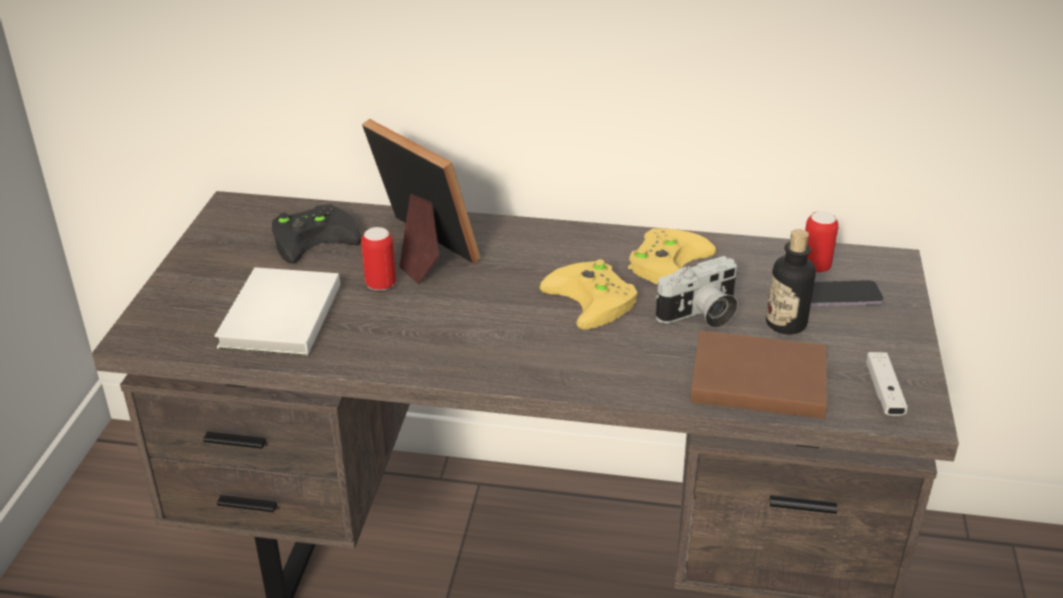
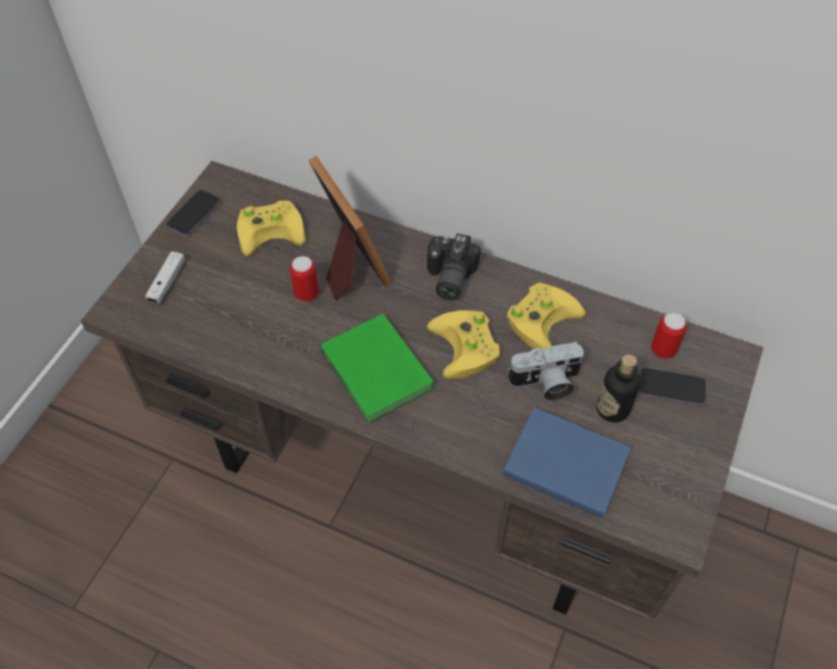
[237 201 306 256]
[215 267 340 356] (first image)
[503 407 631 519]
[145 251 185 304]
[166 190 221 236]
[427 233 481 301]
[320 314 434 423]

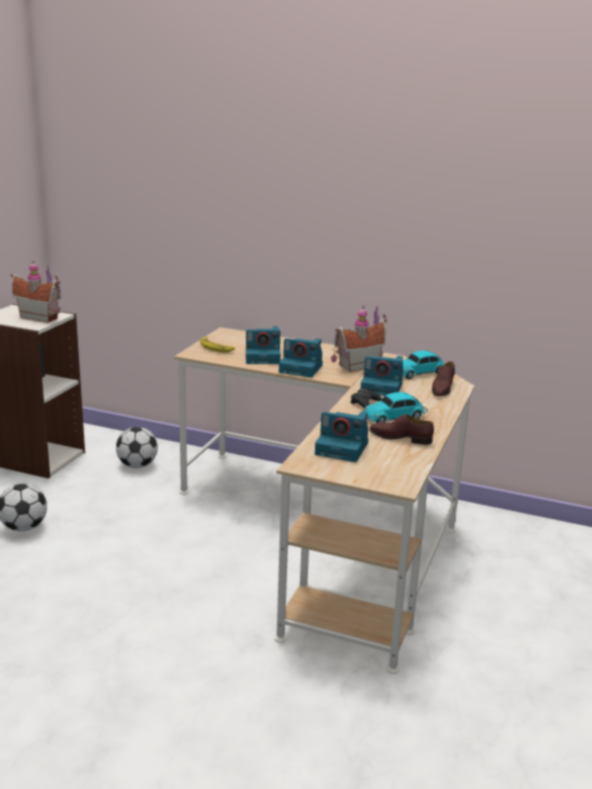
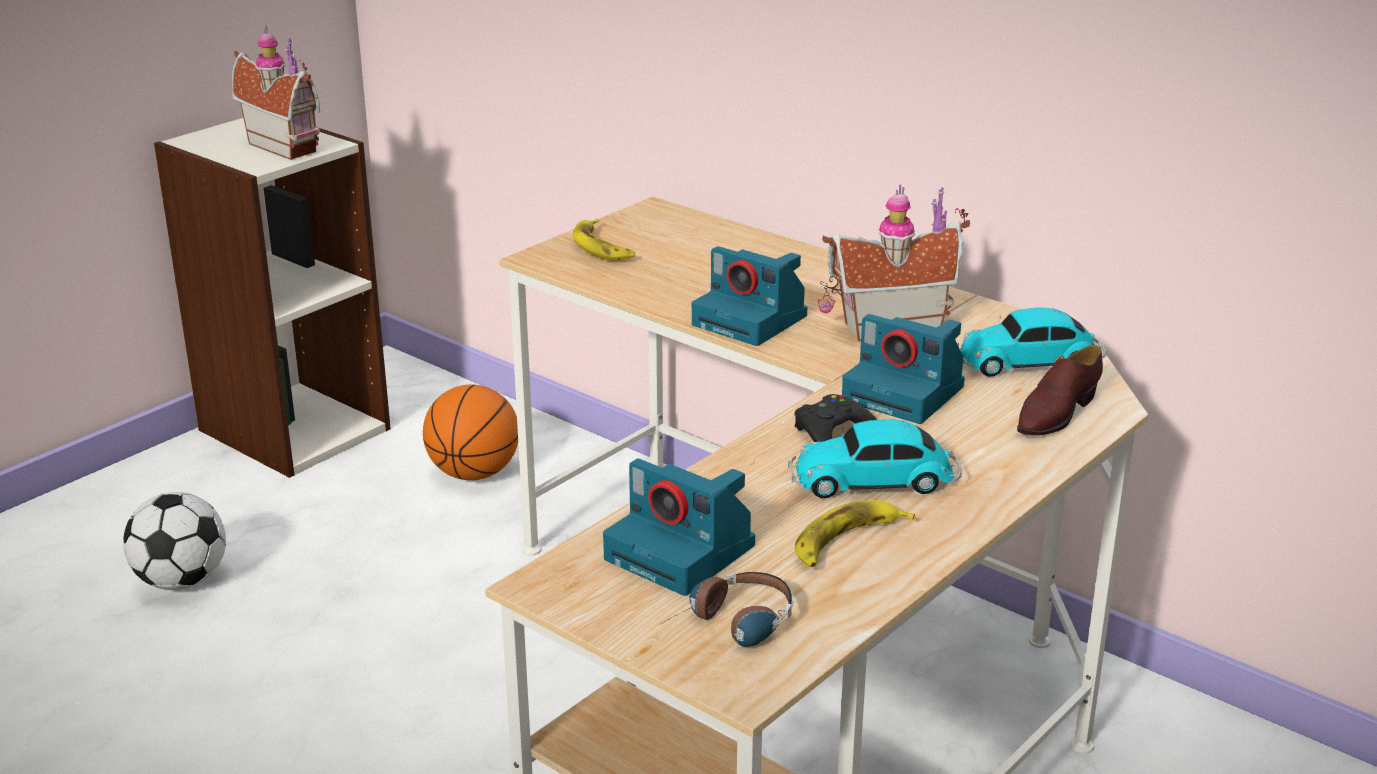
[246 326 281 364] (first image)
[795 500 915 567]
[423 384 518 480]
[659 572 794 647]

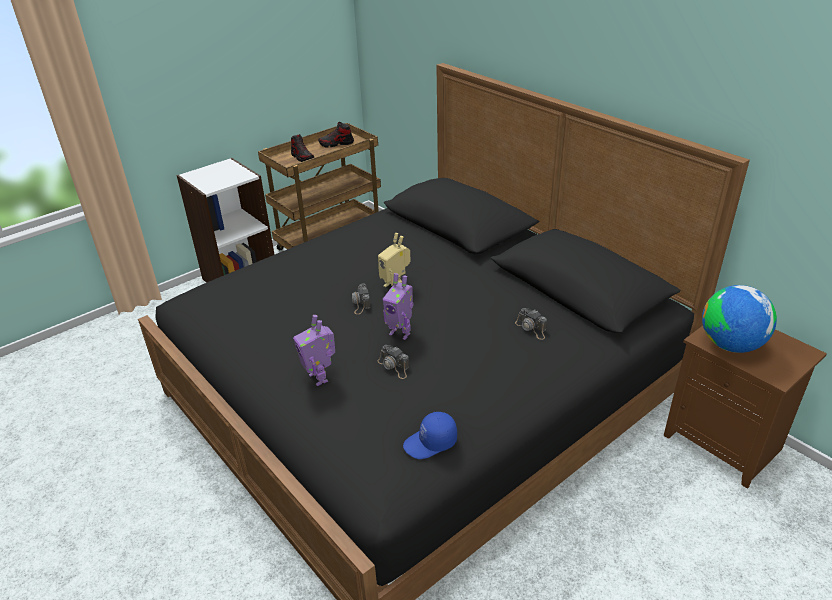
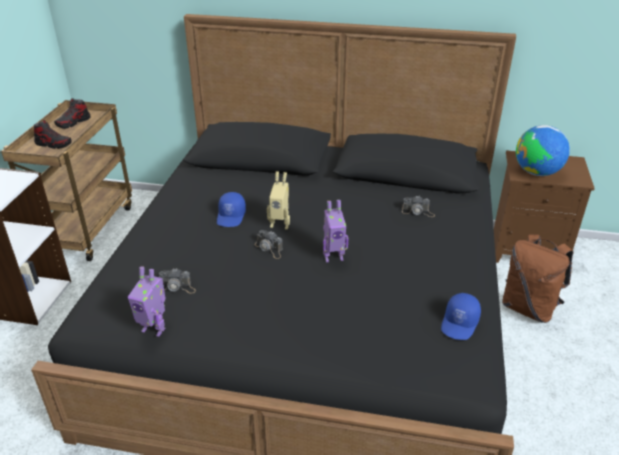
[128 266 166 337]
[159 268 196 294]
[217 192 246 227]
[502 234 574 323]

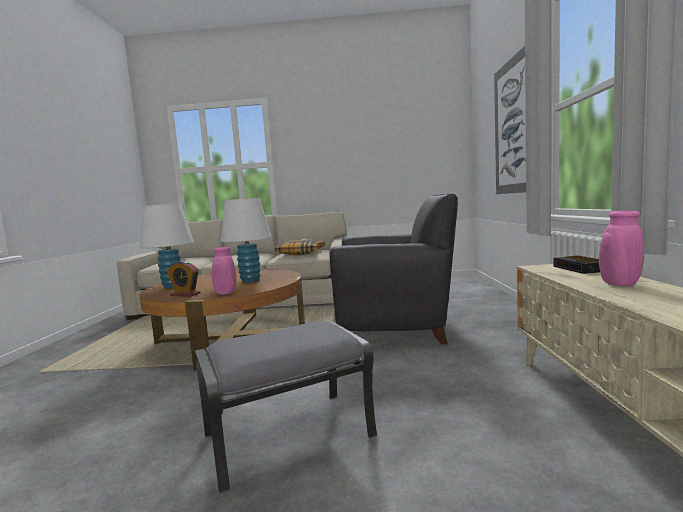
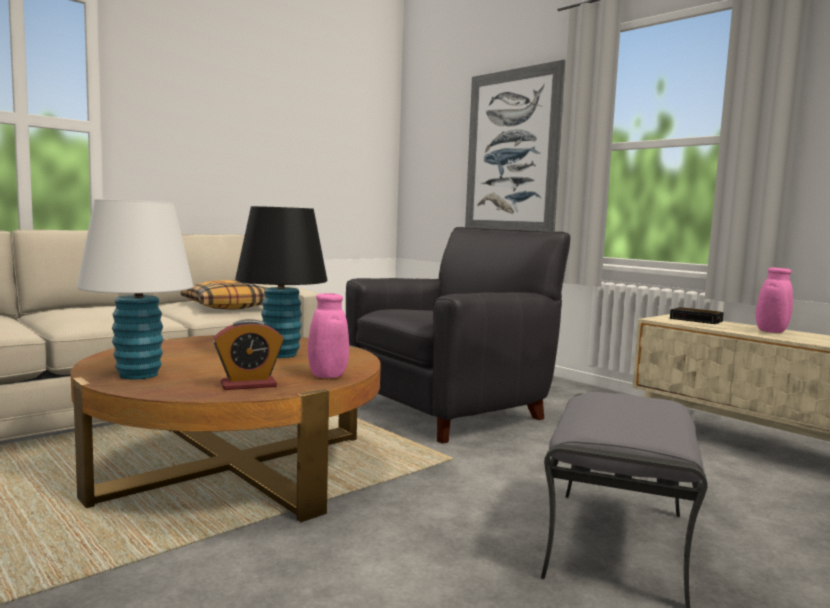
[235 206 327 358]

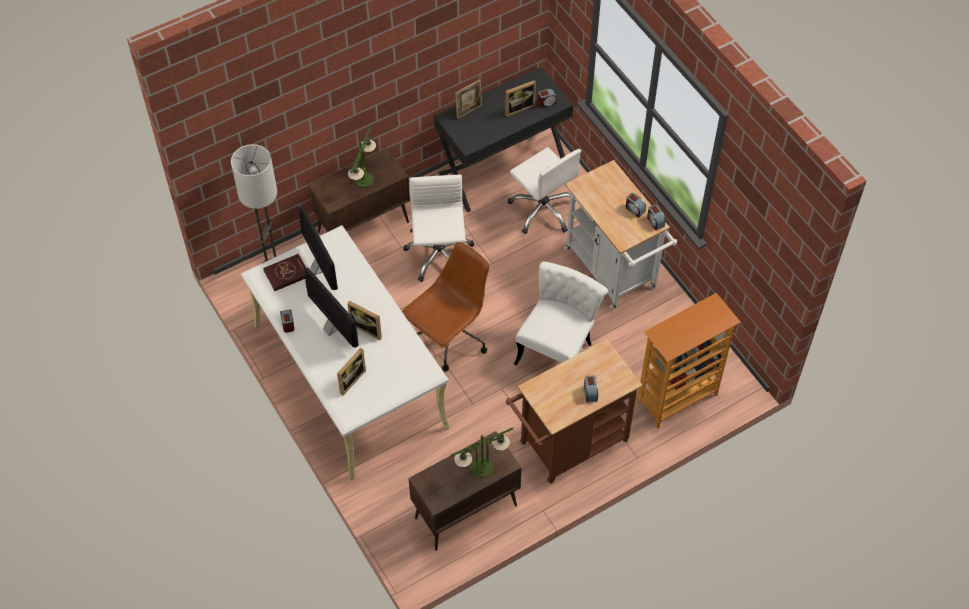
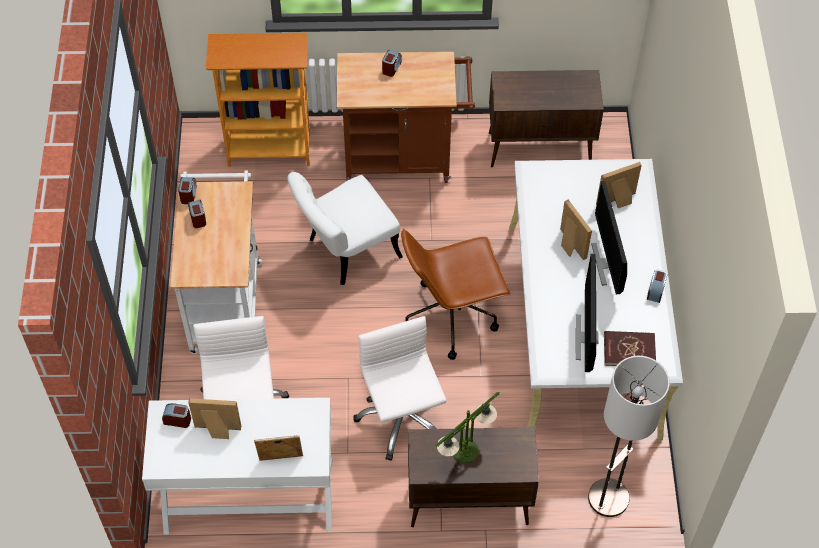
[142 398 333 535]
[354 316 447 461]
[451 428 514 478] (first image)

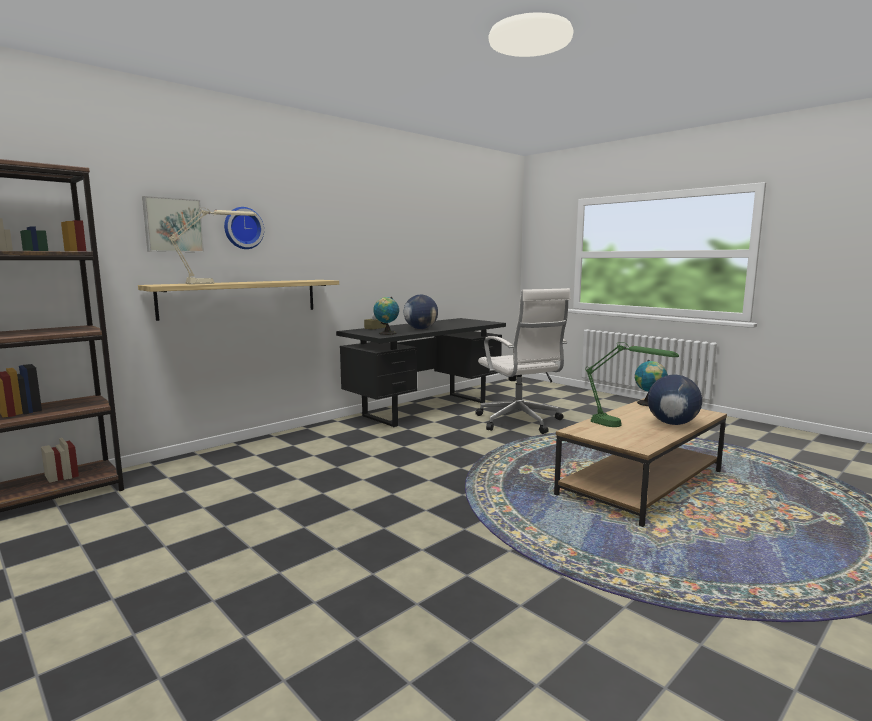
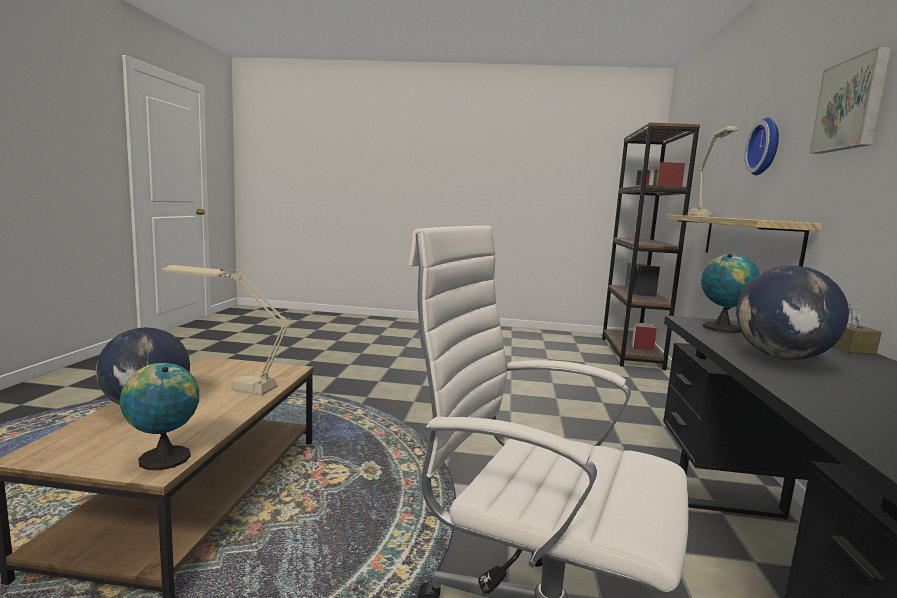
[809 46 892 154]
[162 265 291 396]

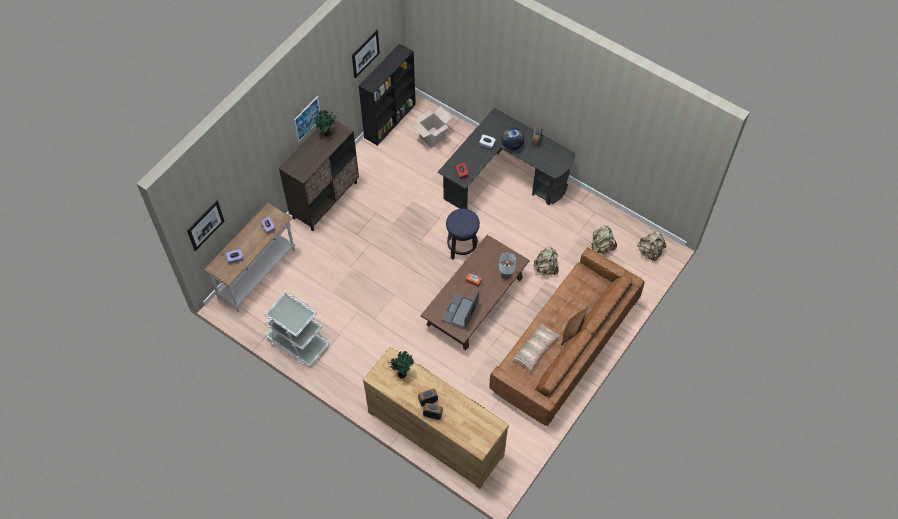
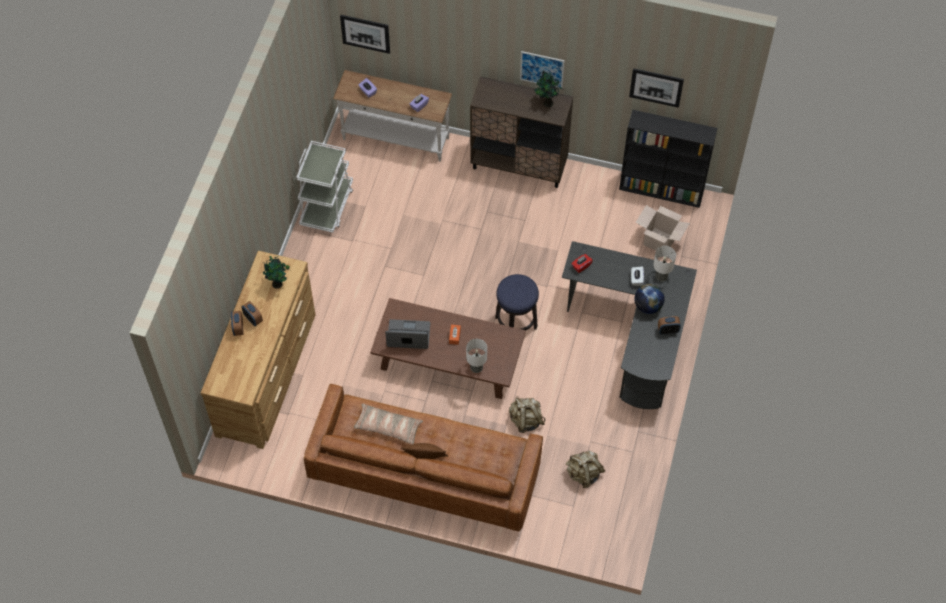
[637 232 667 262] (first image)
[653 246 676 281]

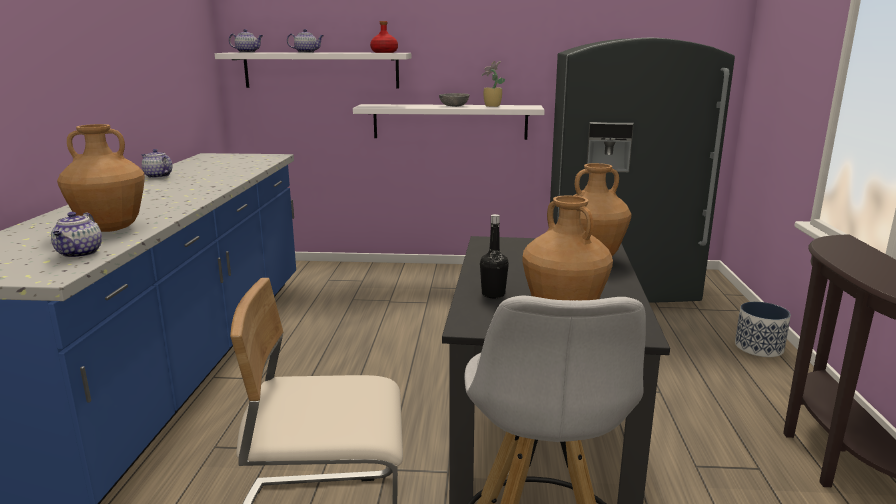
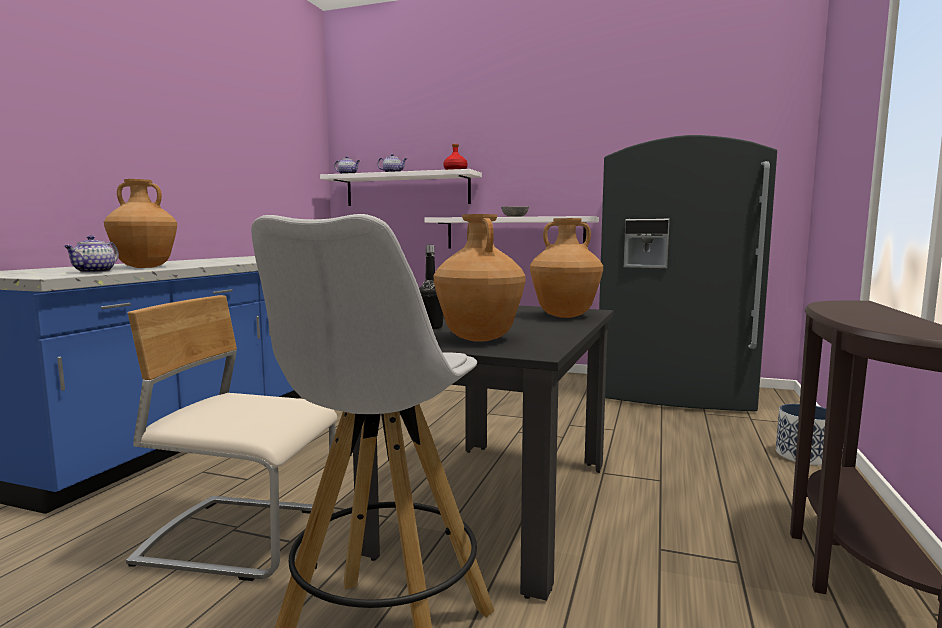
[481 61 506 107] (first image)
[141 149 172 178] (first image)

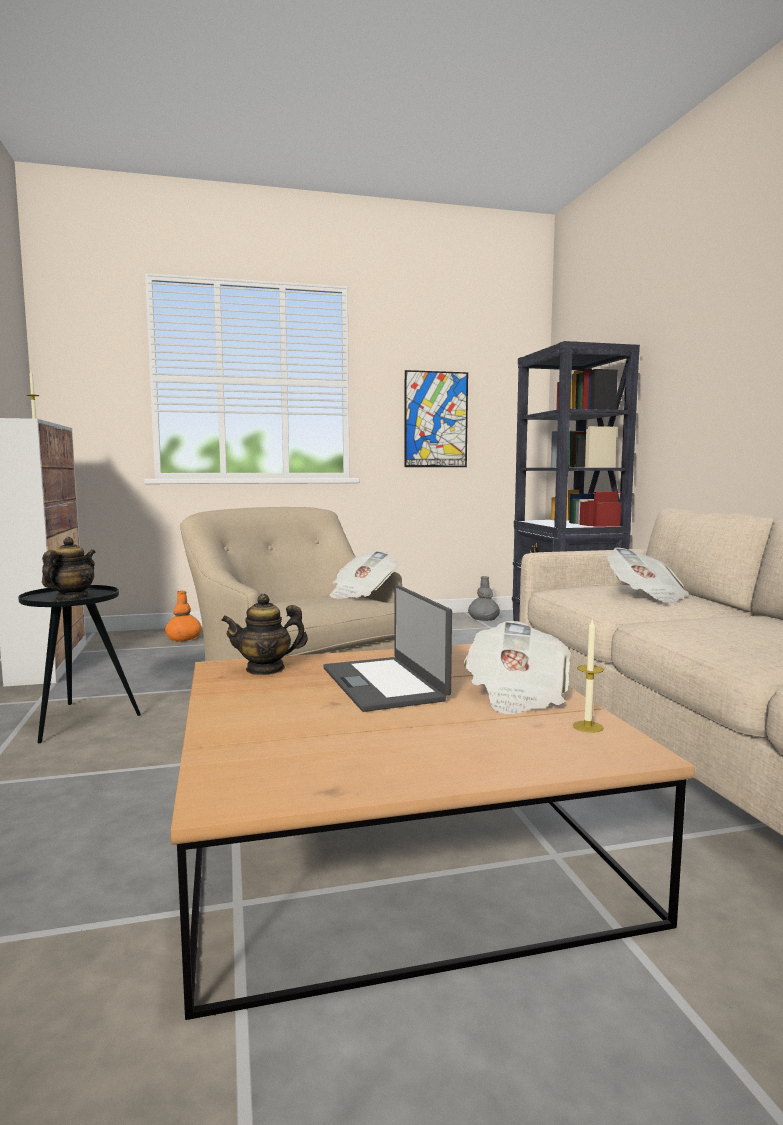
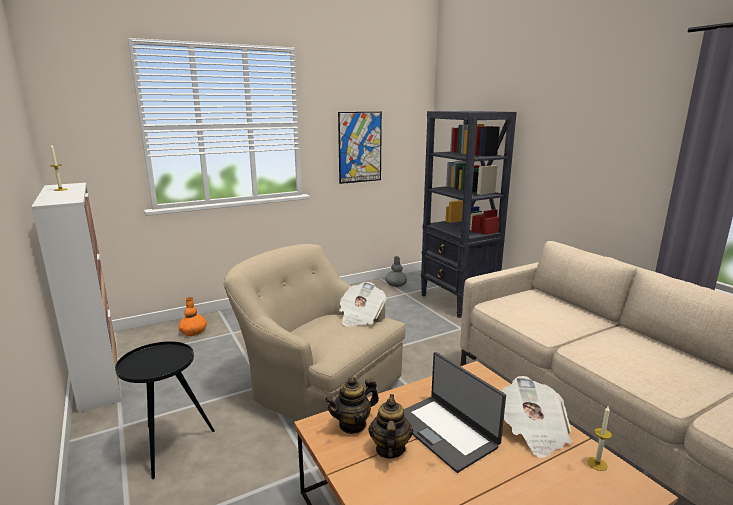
[368 394 413 459]
[606 548 689 604] (first image)

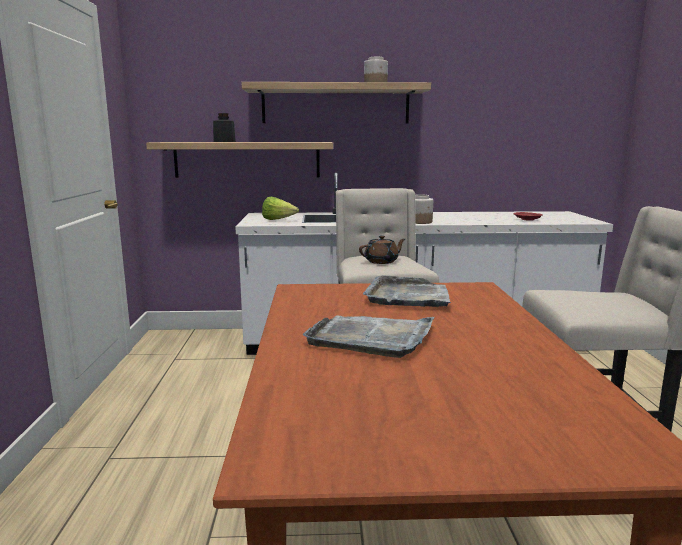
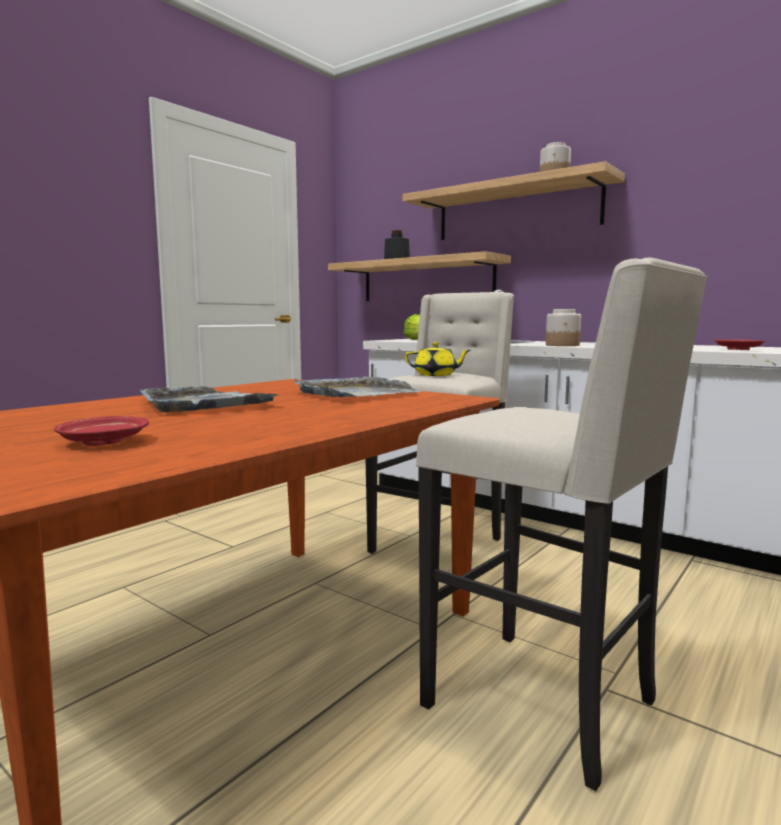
[405 342 470 376]
[54 416 149 446]

